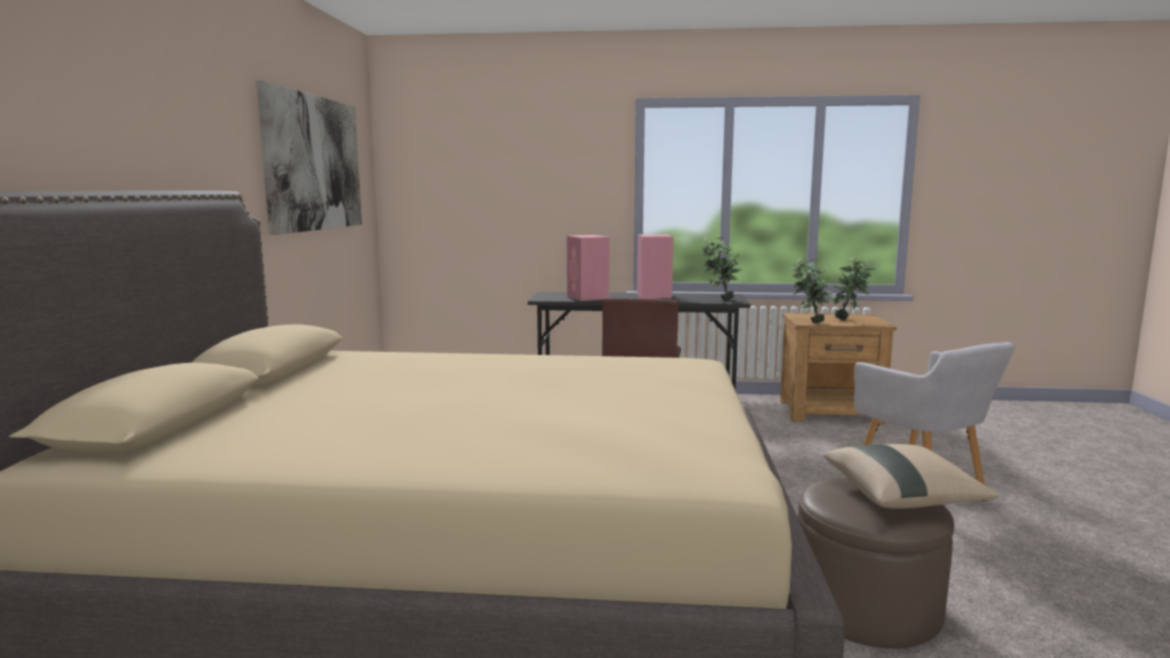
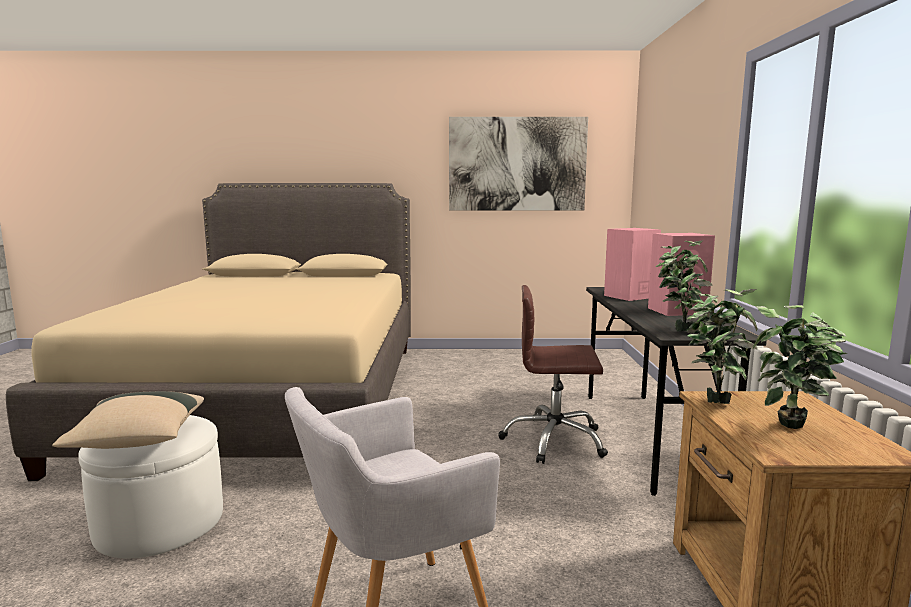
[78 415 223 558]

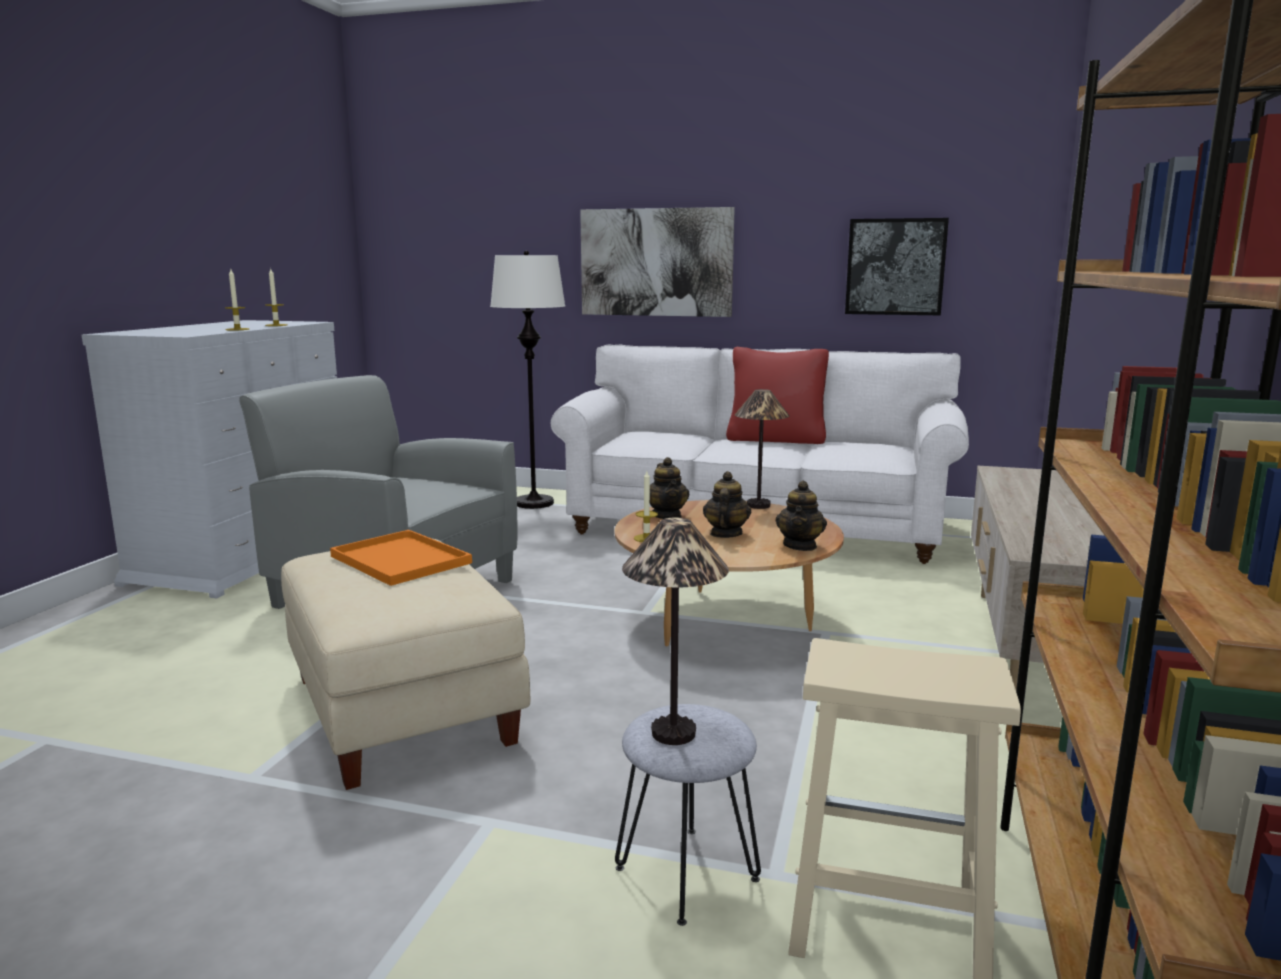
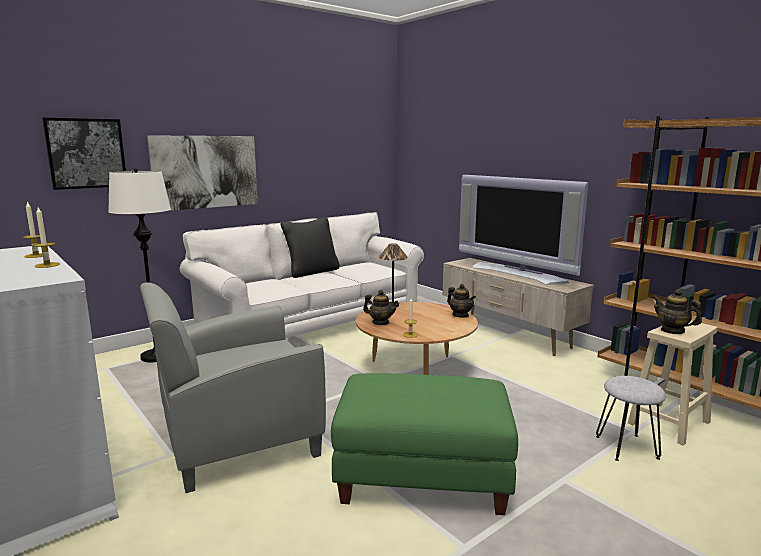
[42 118 126 190]
[280 217 340 278]
[653 289 702 334]
[622 517 729 745] (first image)
[330 530 472 586] (first image)
[331 373 518 515]
[459 175 589 285]

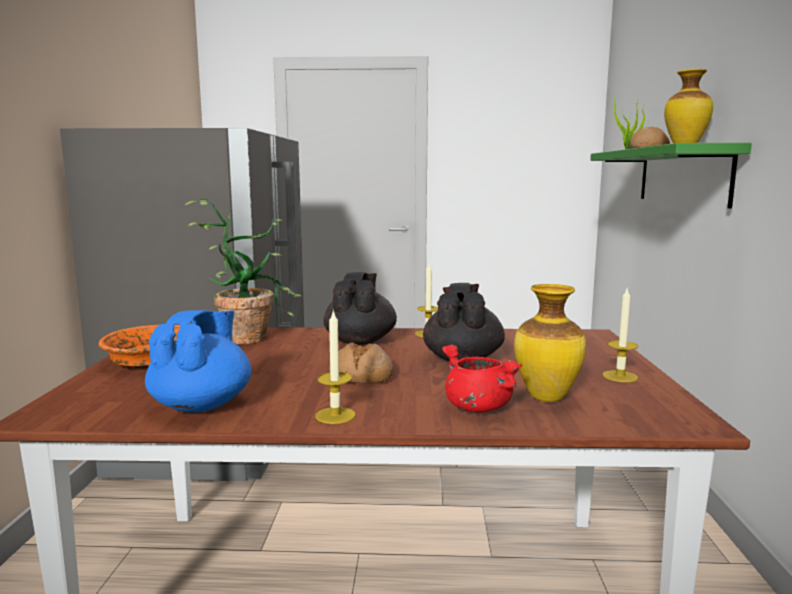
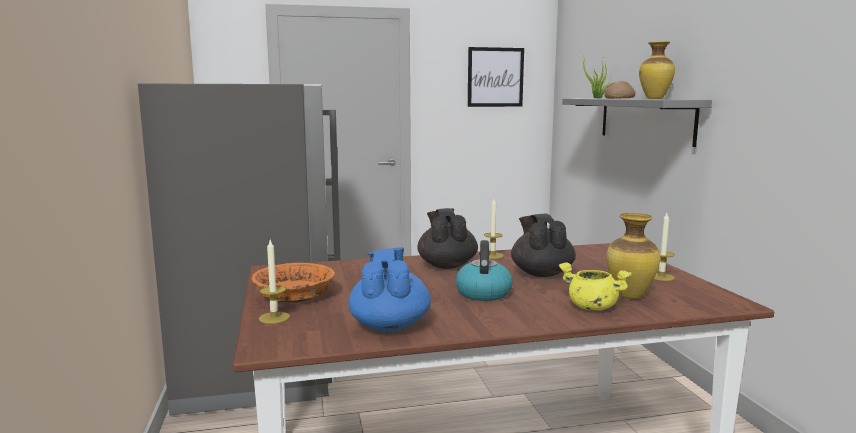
[562 99 712 147]
[185 199 303 344] (first image)
[259 240 290 324]
[455 240 513 301]
[559 262 632 311]
[468 47 524 107]

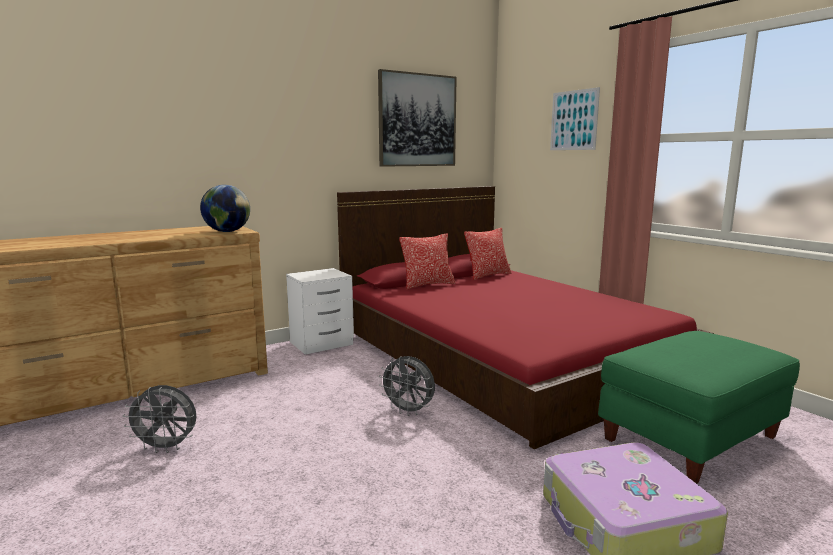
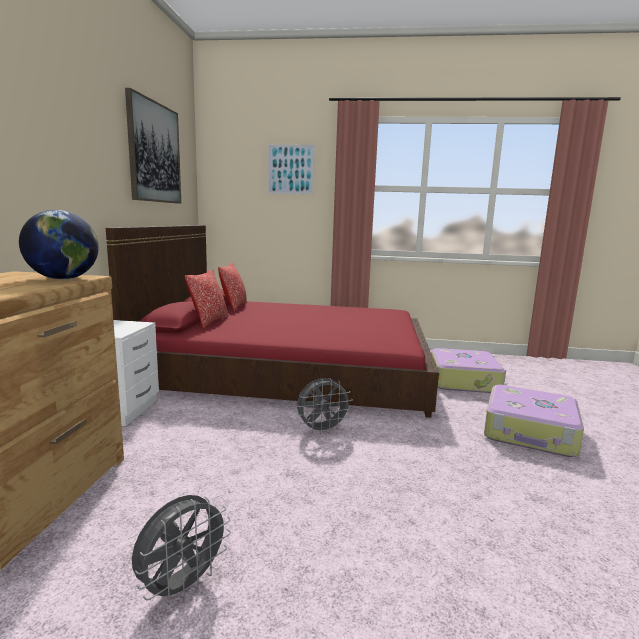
[431 348 506 393]

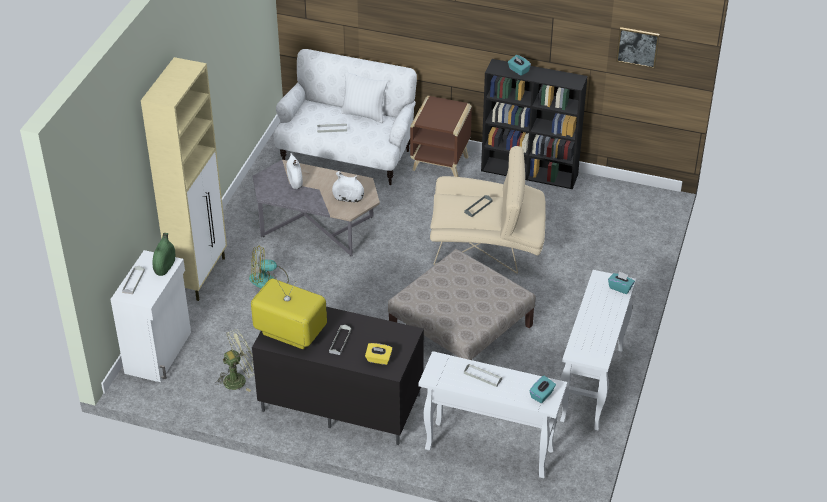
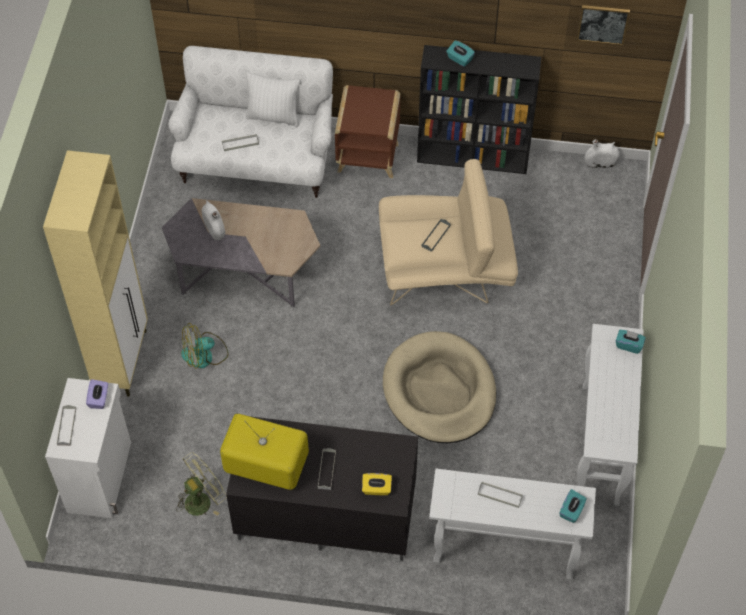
[584 139 620 168]
[86 379 108 409]
[383 331 496 443]

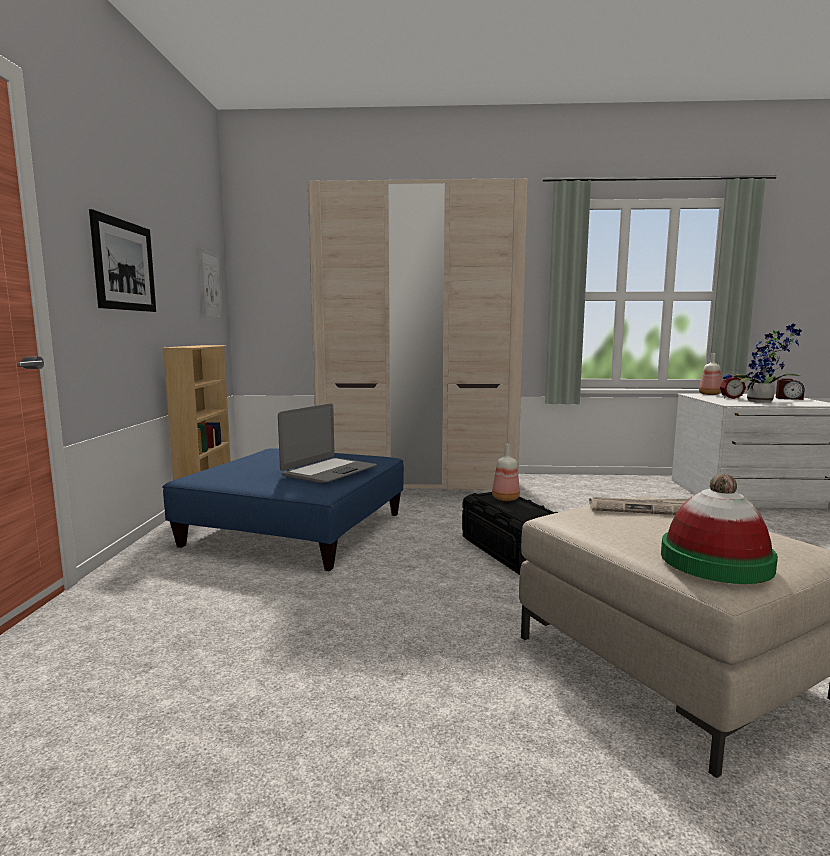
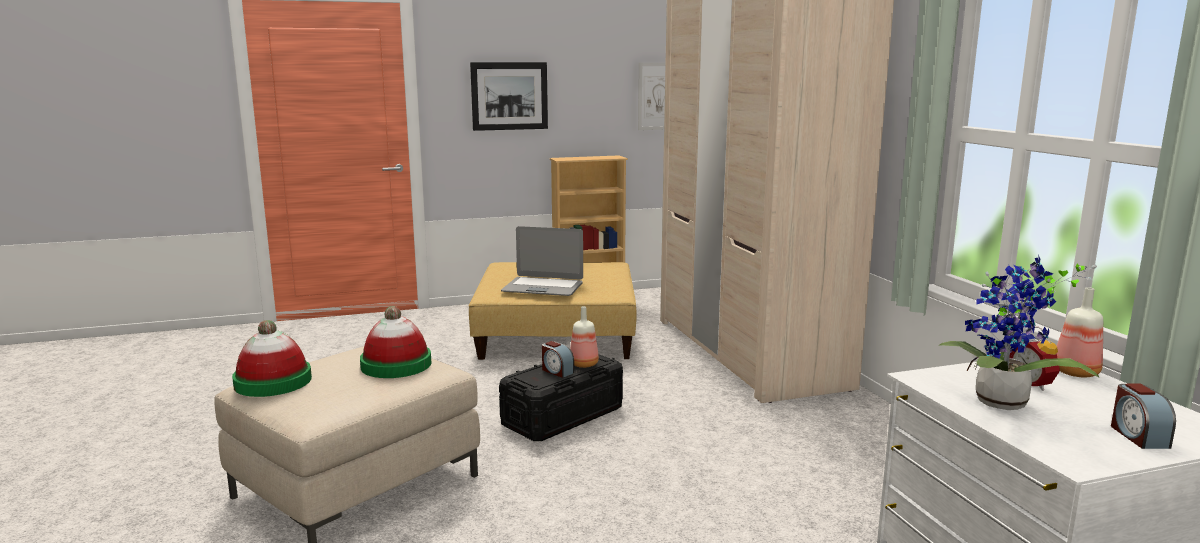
[469 262 637 360]
[360 306 431 378]
[542 341 574 378]

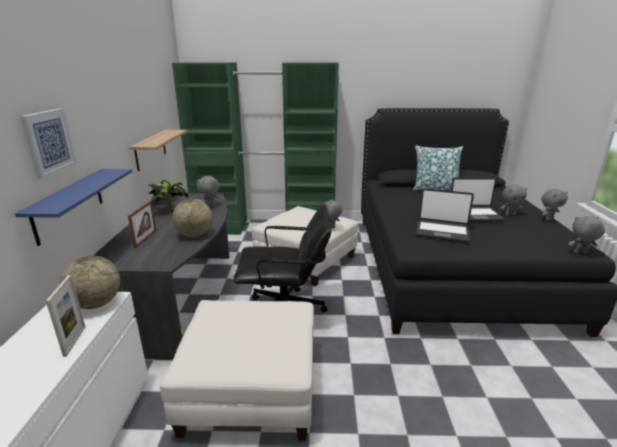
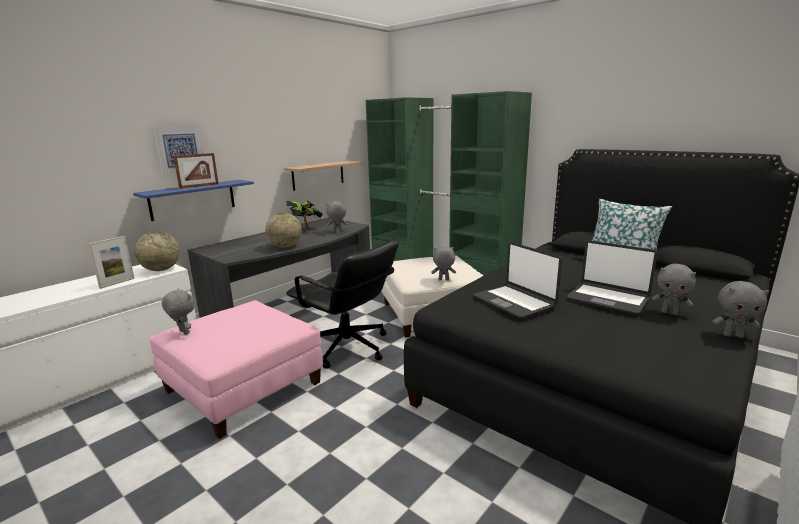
[173 153 219 189]
[162 289 194 335]
[150 300 323 439]

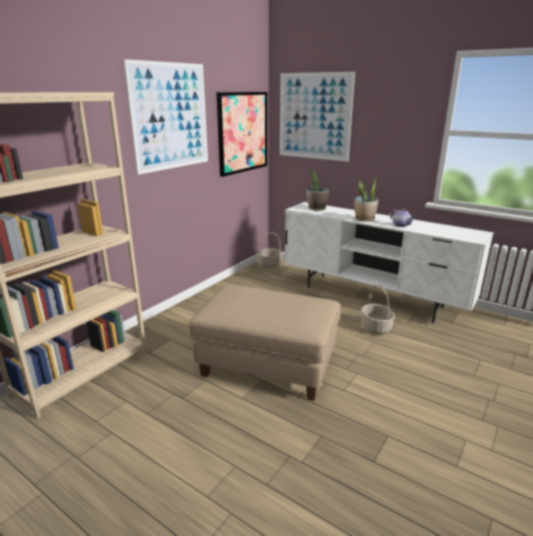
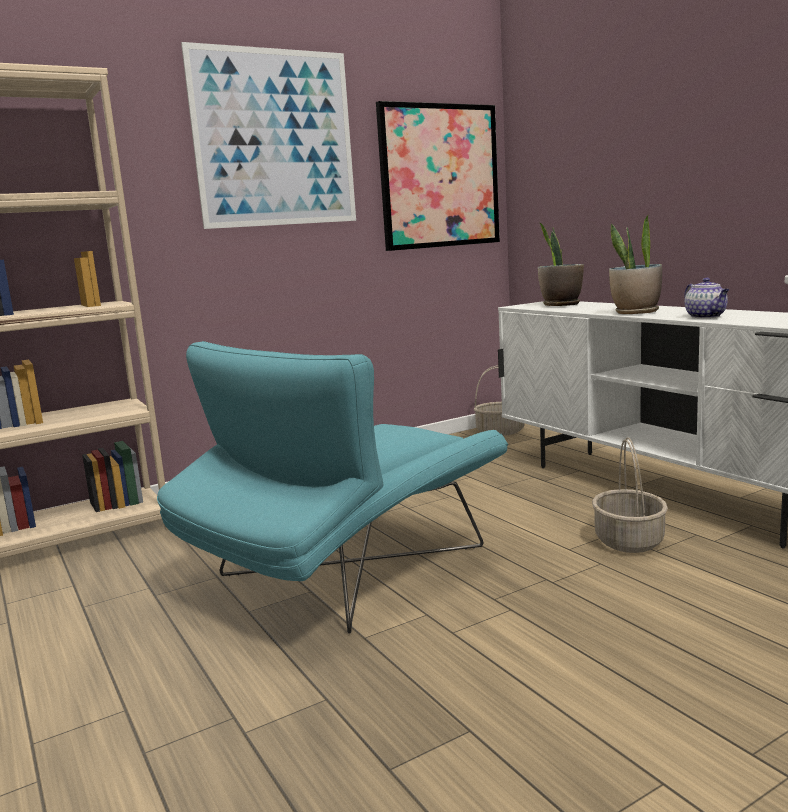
[280 72 355 162] (first image)
[157 341 508 634]

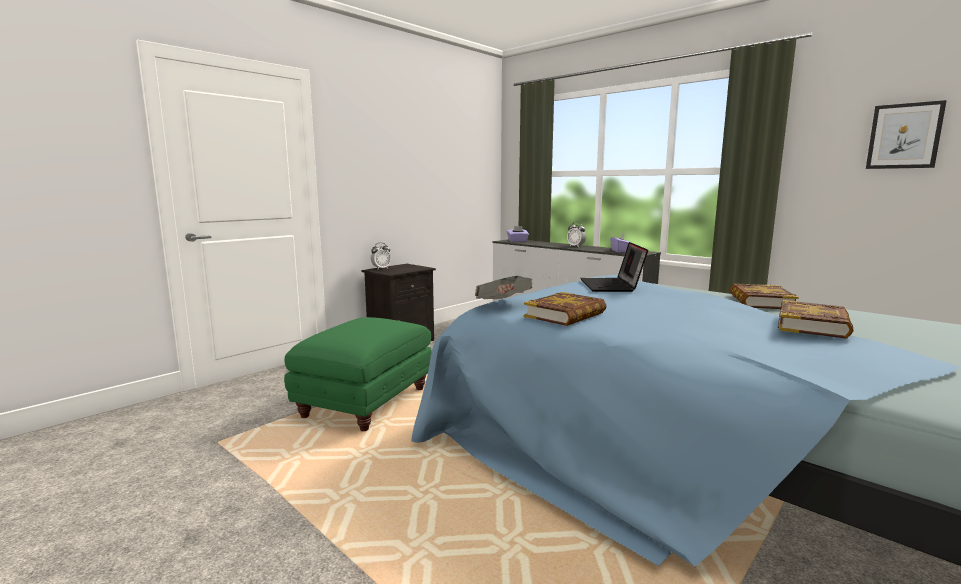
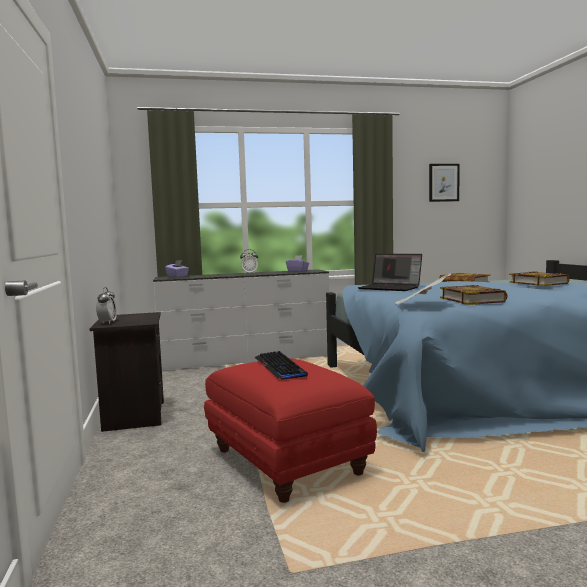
[204 358 377 503]
[255 351 308 379]

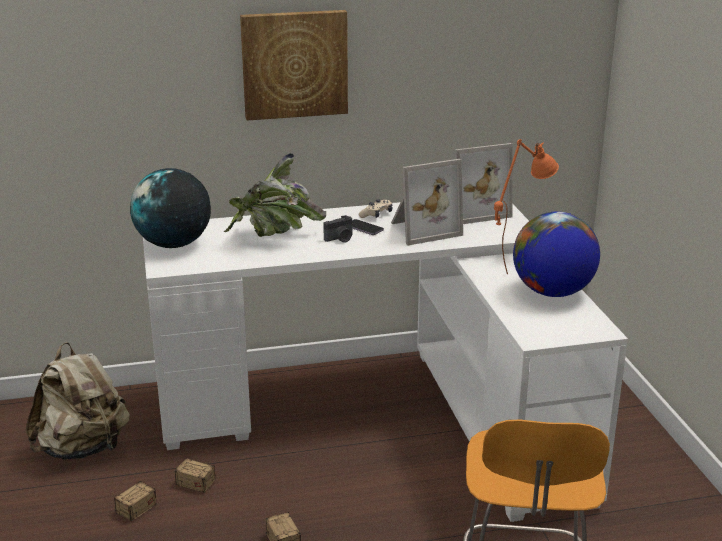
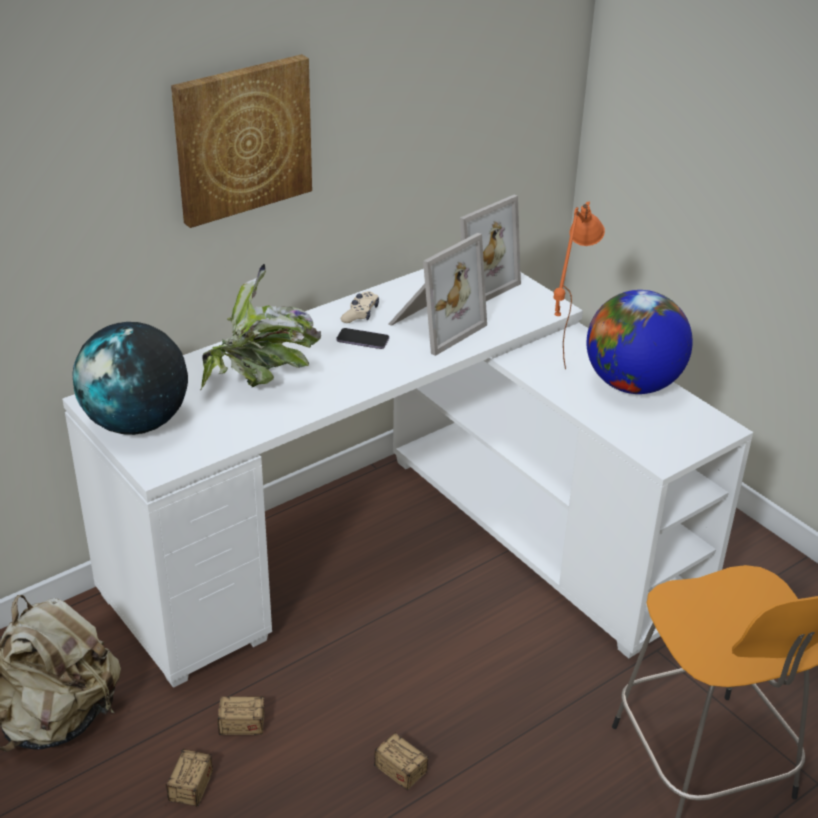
[324 215 352 243] (first image)

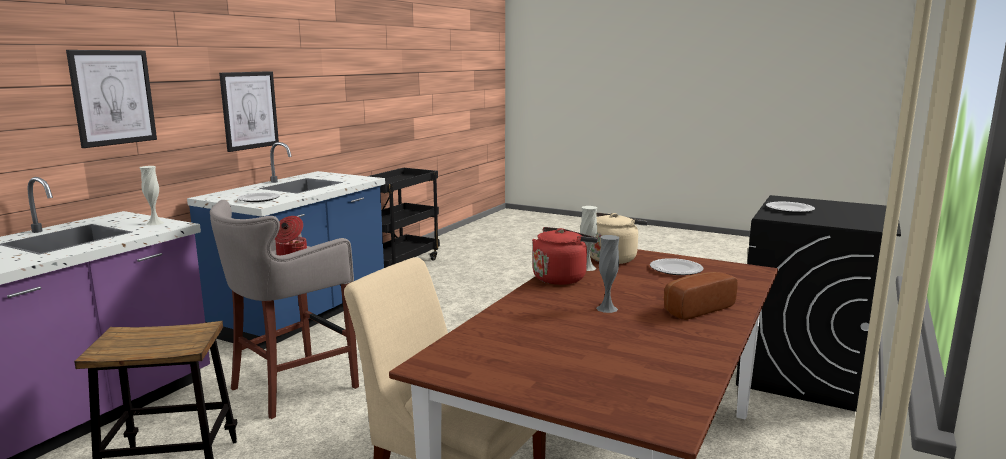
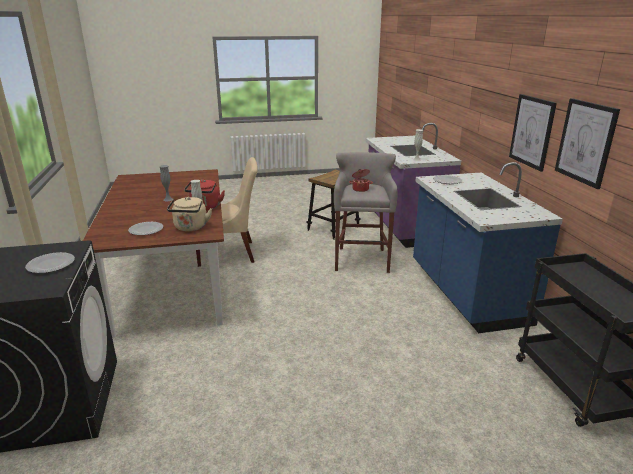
[555 98 620 189]
[664 272 737 320] (first image)

